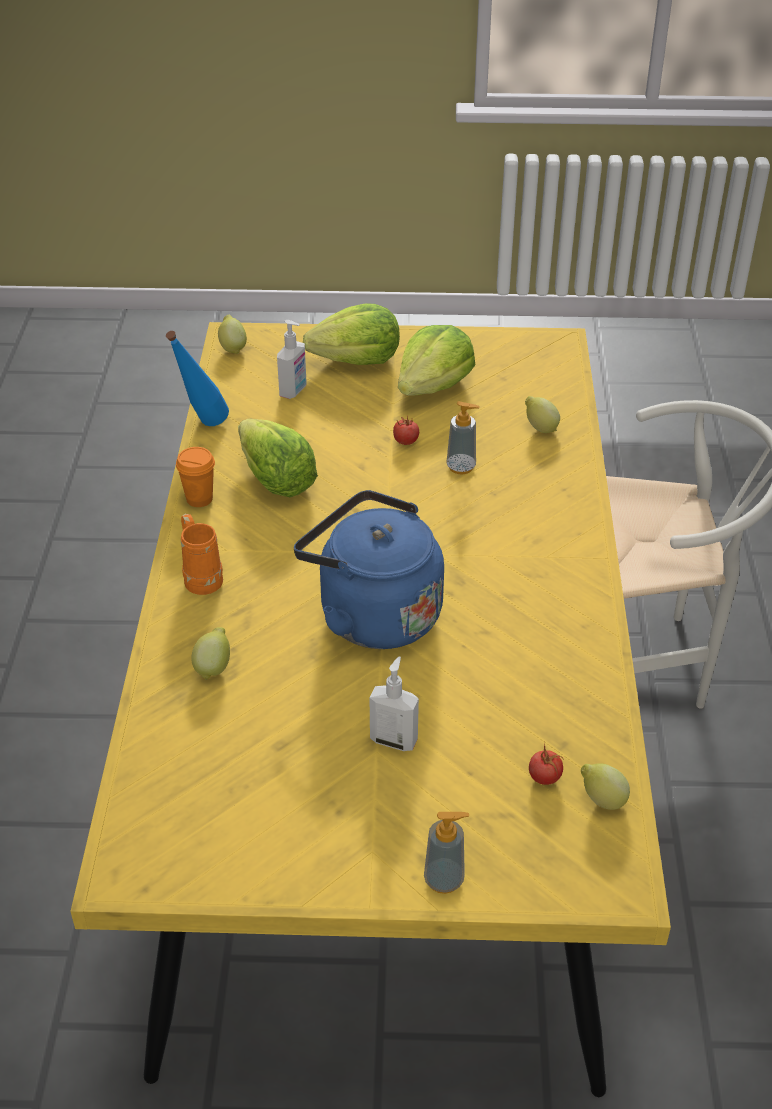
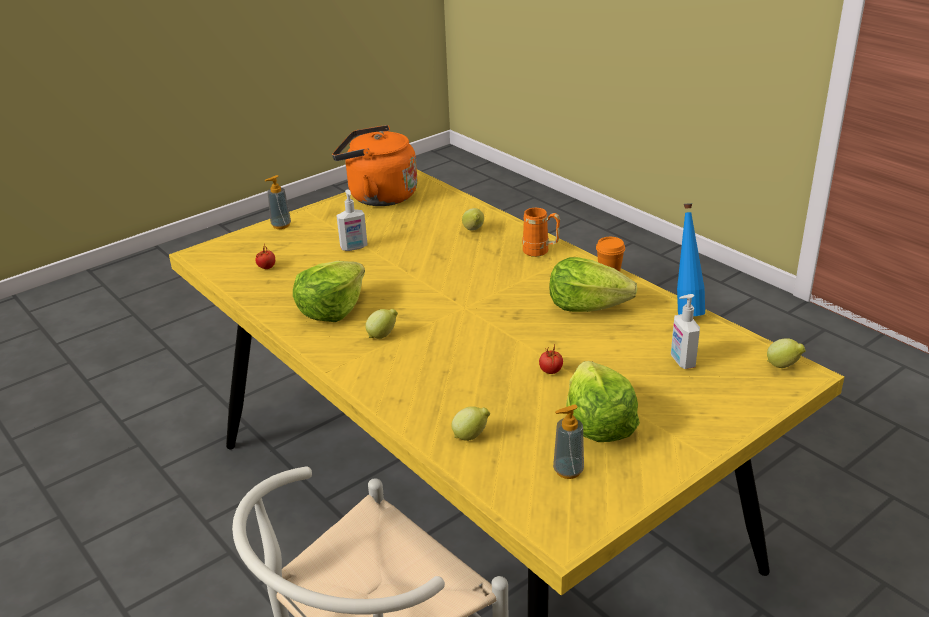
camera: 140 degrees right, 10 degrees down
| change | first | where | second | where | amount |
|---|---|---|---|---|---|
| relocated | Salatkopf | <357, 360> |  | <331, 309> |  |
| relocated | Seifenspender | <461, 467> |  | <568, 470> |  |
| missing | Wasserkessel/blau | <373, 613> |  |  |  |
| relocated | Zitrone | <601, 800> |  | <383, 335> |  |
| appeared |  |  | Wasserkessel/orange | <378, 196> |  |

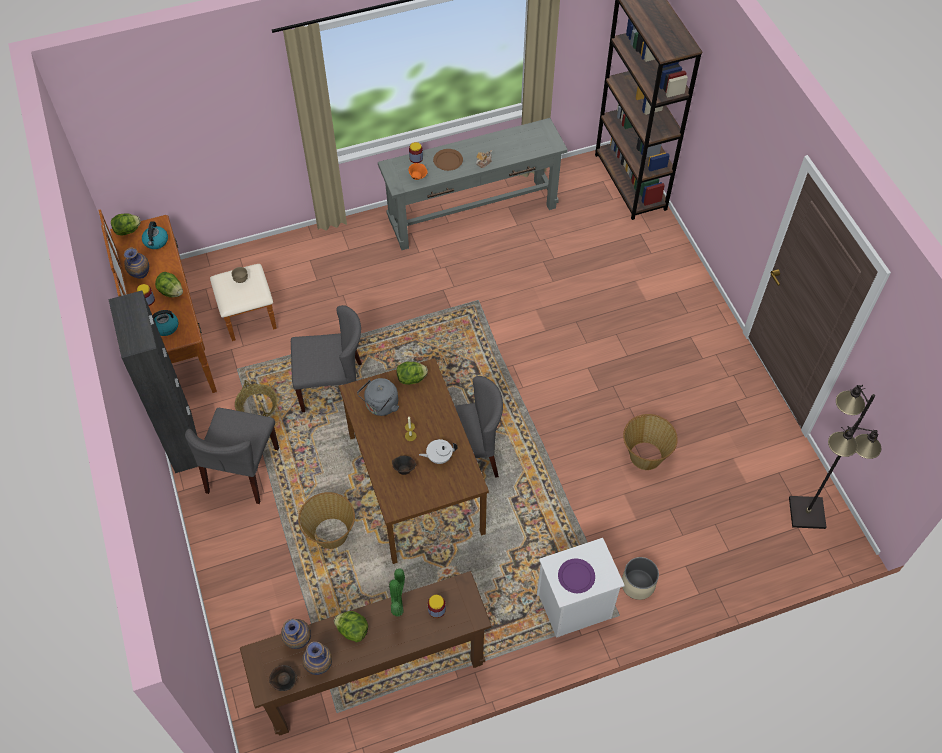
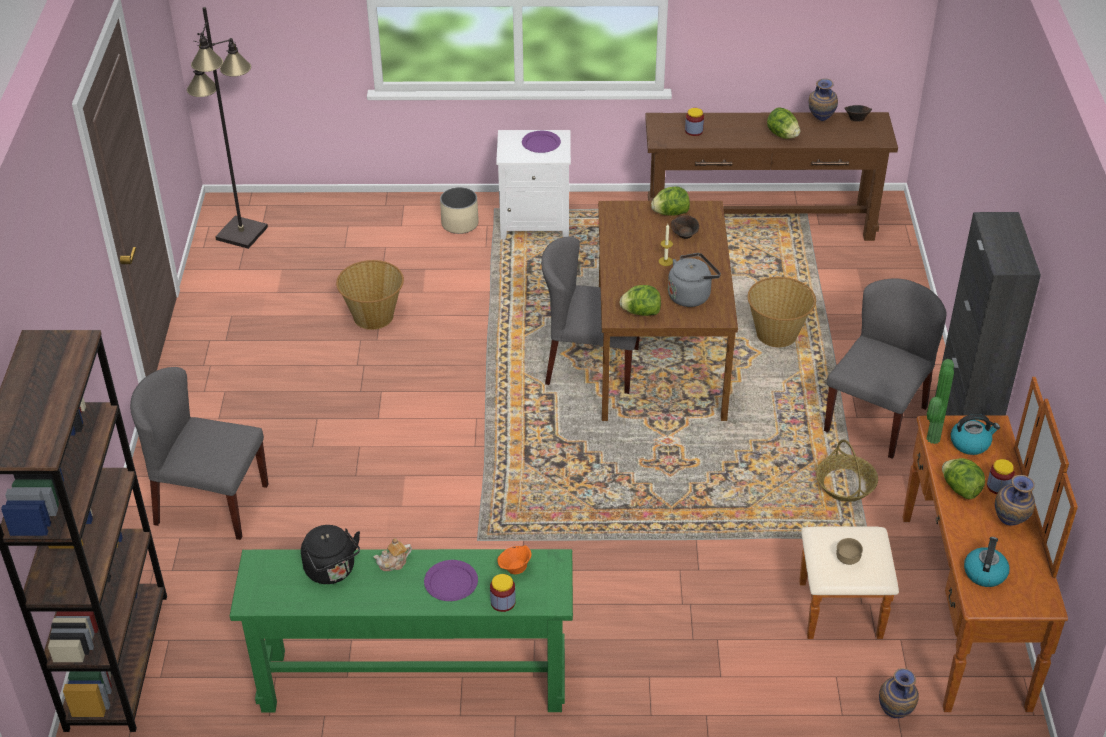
camera: 160 degrees left, 15 degrees down
| change | first | where | second | where | amount |
|---|---|---|---|---|---|
| colour | Konsolentisch/grau | <472, 214> | Konsolentisch/grün | <413, 680> |  |
| colour | Teller/braun | <448, 161> | Teller/lila | <450, 582> |  |
| relocated | Salatkopf | <128, 231> |  | <670, 213> |  |
| relocated | Stuhl/grau | <332, 387> |  | <210, 504> |  |
| missing | Teekanne/weiß | <439, 457> |  |  |  |
| relocated | Topfpflanze | <400, 611> |  | <930, 438> |  |
| relocated | Vase | <298, 641> |  | <895, 714> |  |
| appeared |  |  | Wasserkessel/schwarz | <332, 571> |  |

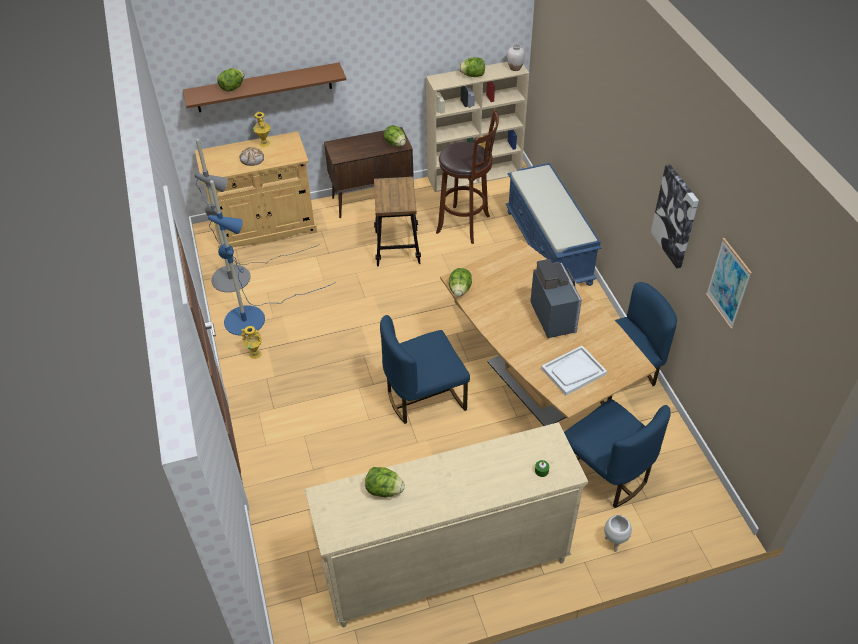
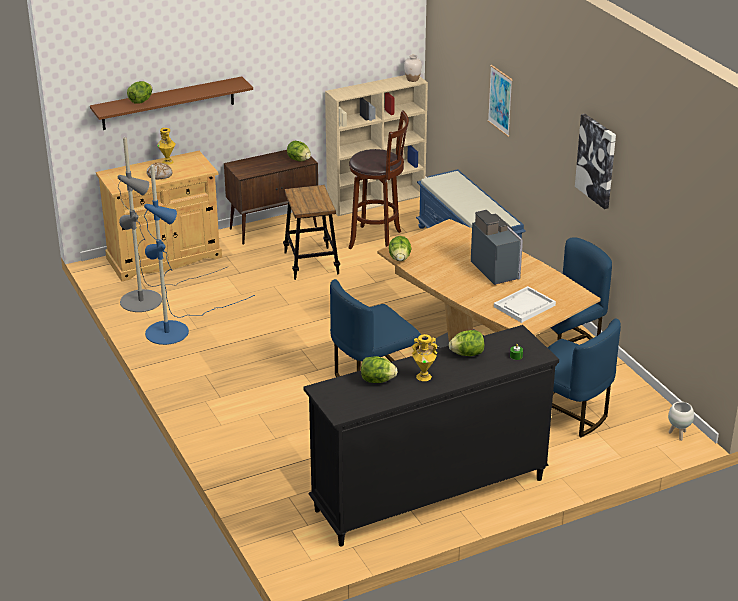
camera: 10 degrees left, 15 degrees down
| change | first | where | second | where | amount |
|---|---|---|---|---|---|
| relocated | Salatkopf | <472, 75> |  | <467, 354> |  |
| relocated | Bild | <728, 283> |  | <500, 100> |  |
| relocated | Vase/gelb | <255, 354> |  | <424, 376> |  |
| colour | Kommode/beige | <445, 567> | Kommode/schwarz | <428, 495> |  |
| relocated | Pflanzkübel/weiß | <614, 542> |  | <678, 435> |  |

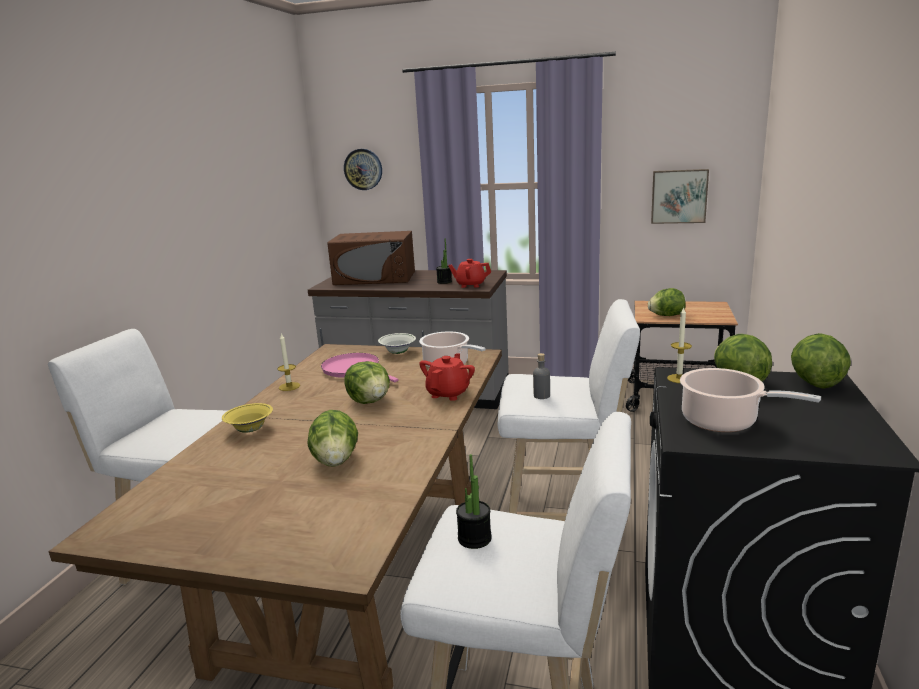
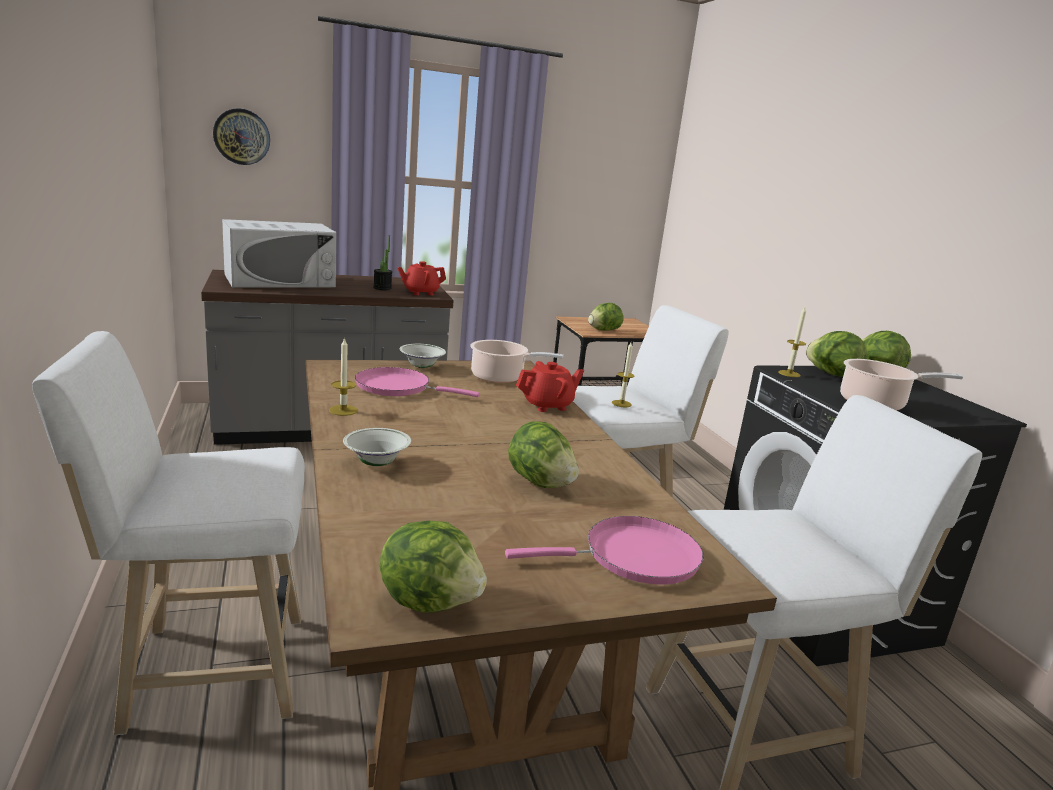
camera: 35 degrees left, 0 degrees up
| change | first | where | second | where | amount |
|---|---|---|---|---|---|
| missing | Bild | <679, 196> |  |  |  |
| colour | Mikrowelle/braun | <375, 278> | Mikrowelle/weiß | <280, 280> |  |
| spun | Teekanne/rot | <448, 393> |  | <547, 405> | 75 degrees clockwise |
| exchanged | Flasche/grau | <541, 395> | Kerze | <621, 403> |  |
| relocated | Salatkopf | <370, 401> |  | <431, 600> |  |
| colour | Schüssel/gelb | <250, 430> | Schüssel/weiß | <377, 463> |  |
| missing | Topfpflanze | <474, 538> |  |  |  |
| appeared |  |  | Pfanne/rosa | <633, 557> |  |

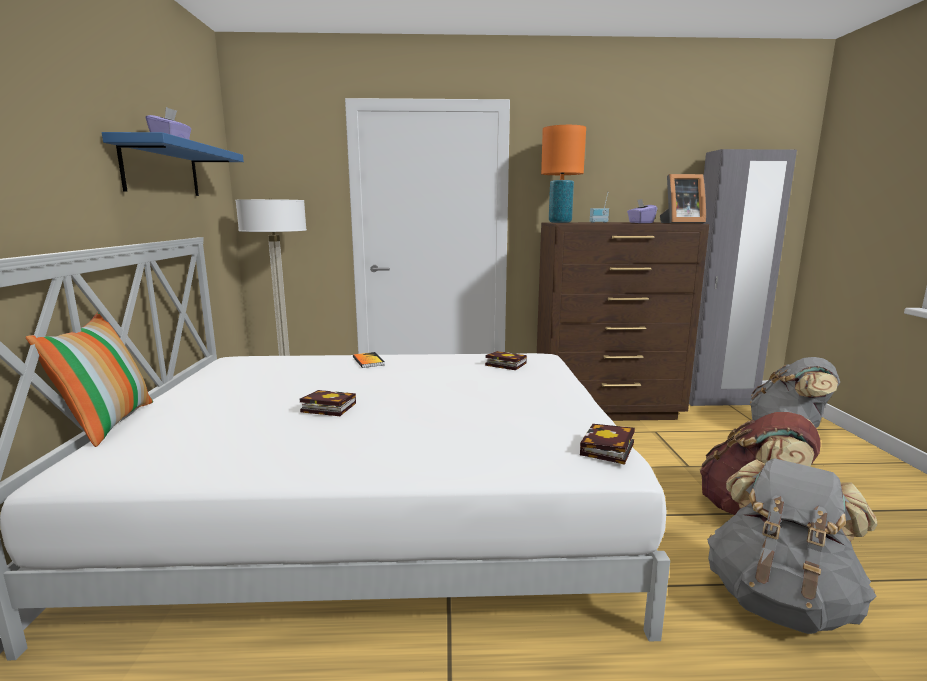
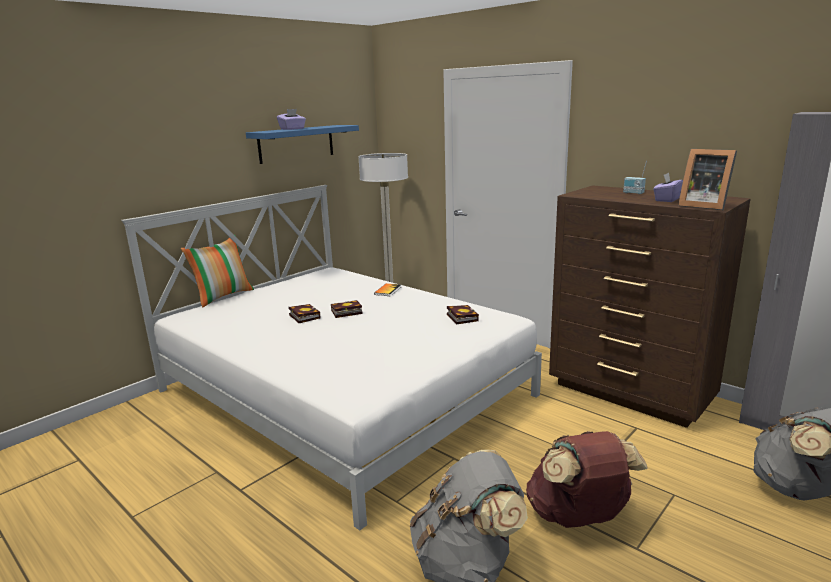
camera: 45 degrees right, 5 degrees up
| change | first | where | second | where | amount |
|---|---|---|---|---|---|
| missing | Tischlampe/orange | <560, 222> |  |  |  |
| relocated | Buch | <608, 450> |  | <345, 312> |  |

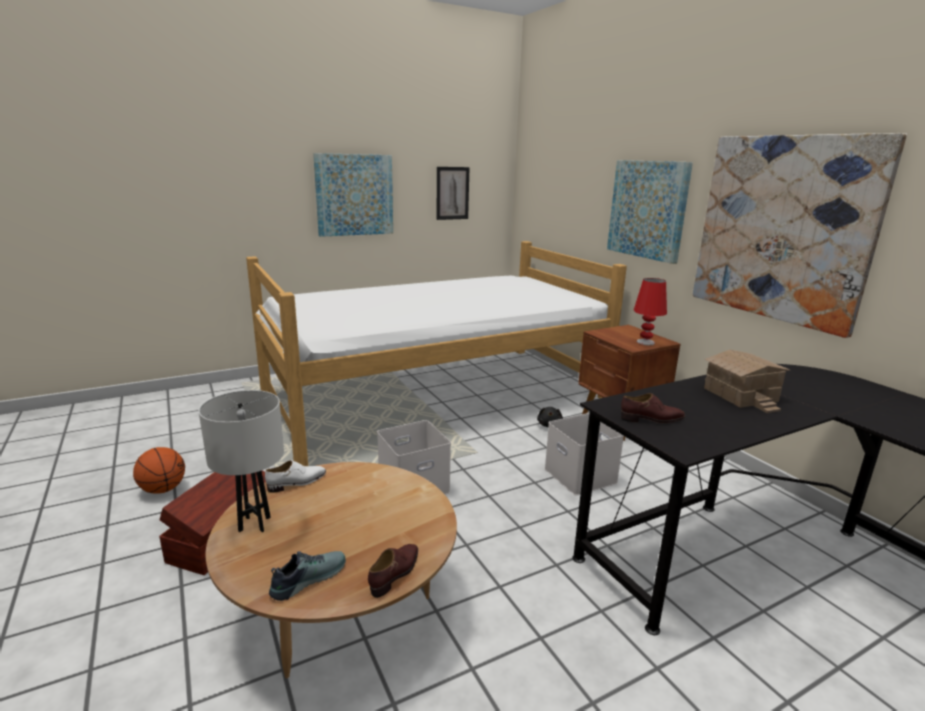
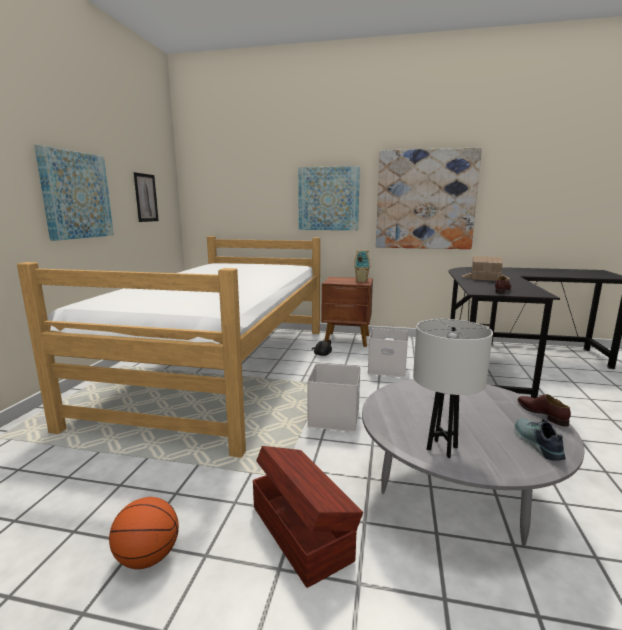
camera: 50 degrees left, 5 degrees down
| change | first | where | second | where | amount |
|---|---|---|---|---|---|
| exchanged | Tischlampe/rot | <645, 342> | Spielzeughaus | <361, 280> |  |
| missing | Schuh/weiß | <297, 482> |  |  |  |
| colour | Couchtisch/braun | <342, 606> | Couchtisch/grau | <455, 493> |  |

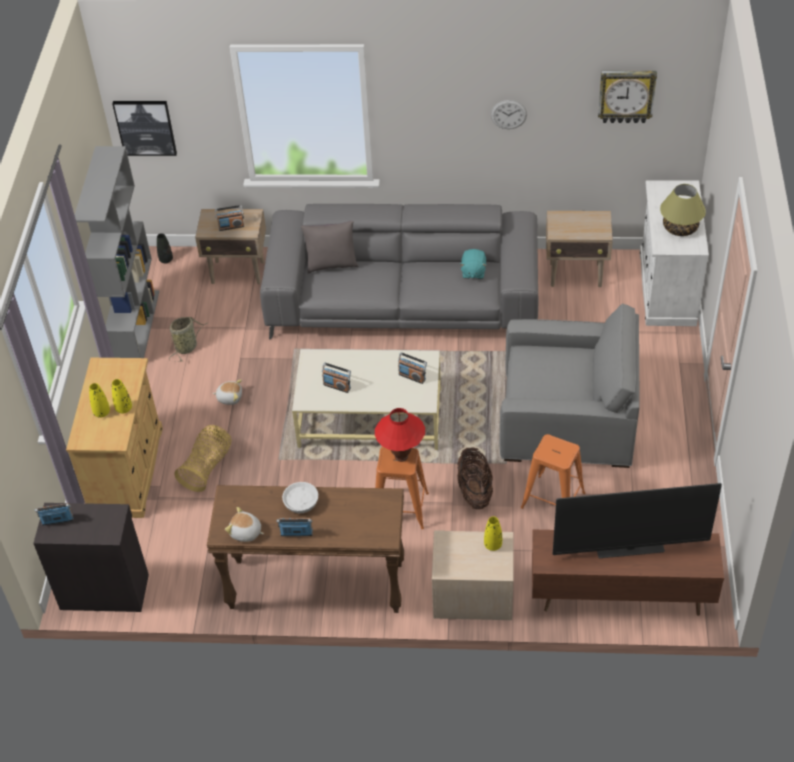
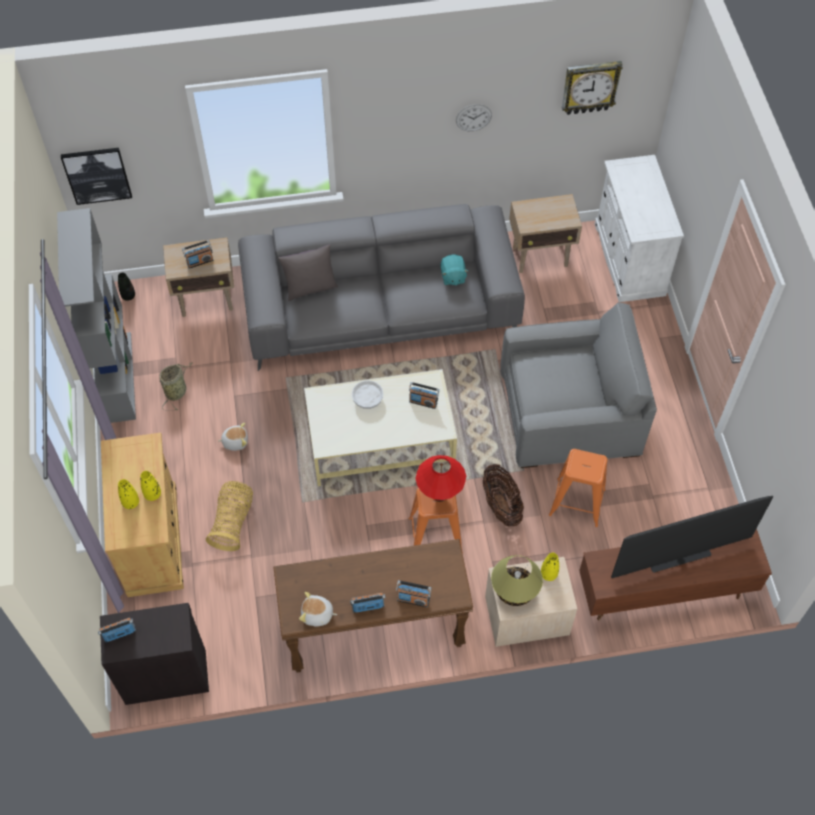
camera: 15 degrees left, 10 degrees up
| change | first | where | second | where | amount |
|---|---|---|---|---|---|
| relocated | Tischlampe | <680, 228> |  | <515, 590> |  |
| relocated | Radio | <337, 386> |  | <413, 599> |  |
| relocated | Schüssel/weiß | <300, 503> |  | <367, 399> |  |

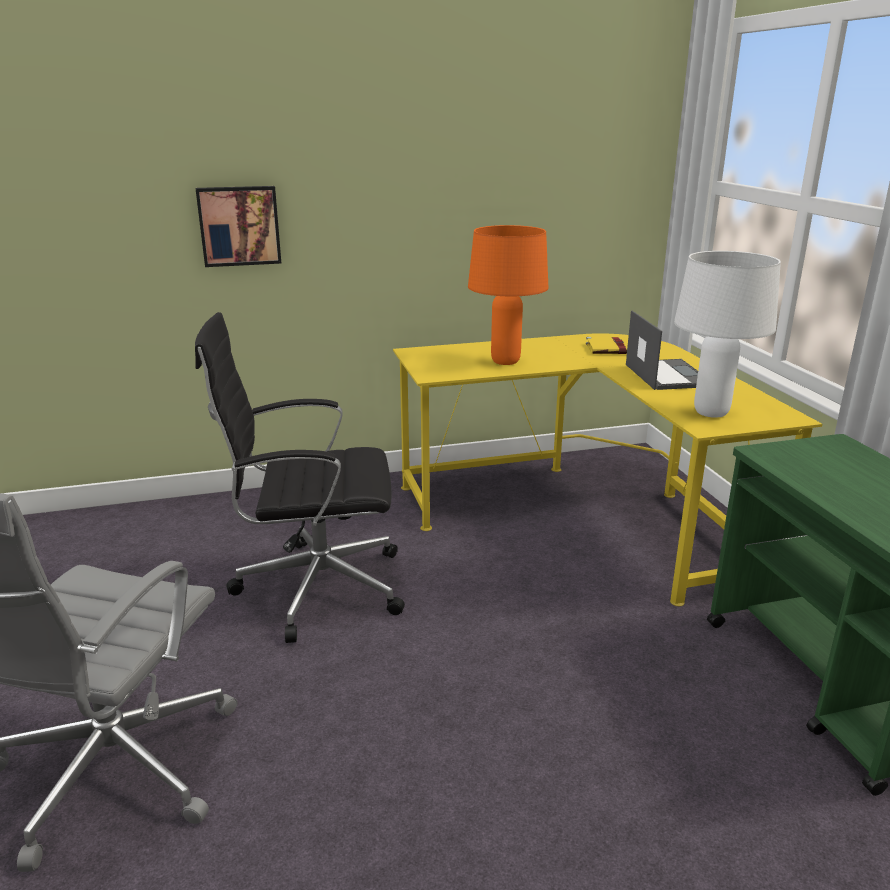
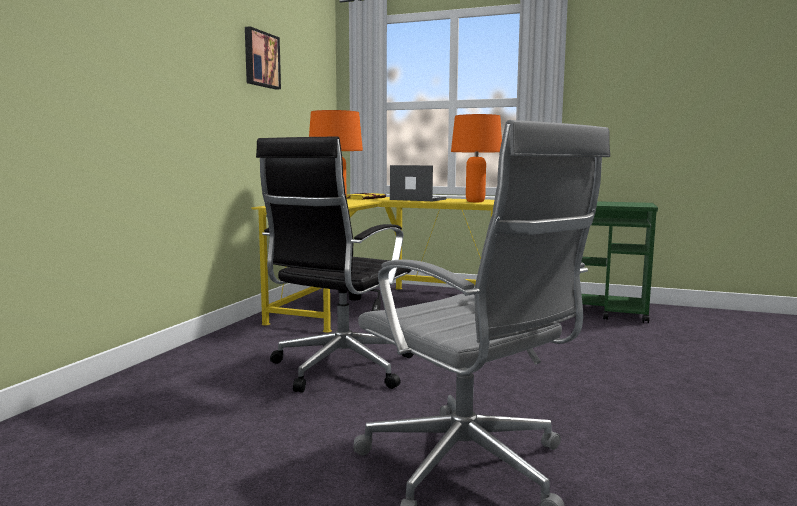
camera: 55 degrees left, 15 degrees down
| change | first | where | second | where | amount |
|---|---|---|---|---|---|
| relocated | Bild | <239, 225> |  | <260, 59> |  |
| colour | Tischlampe/weiß | <711, 413> | Tischlampe/orange | <475, 201> |  |

